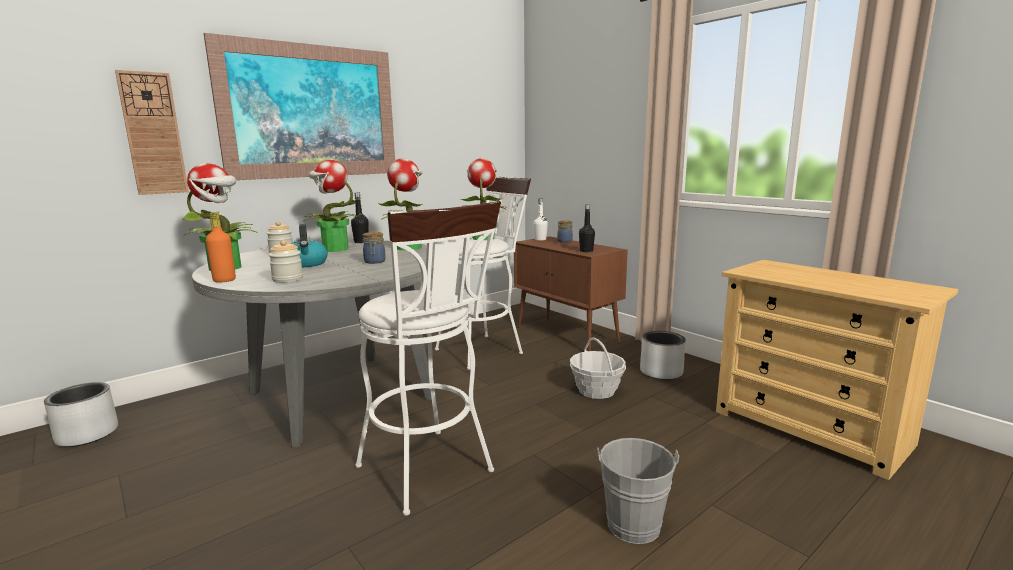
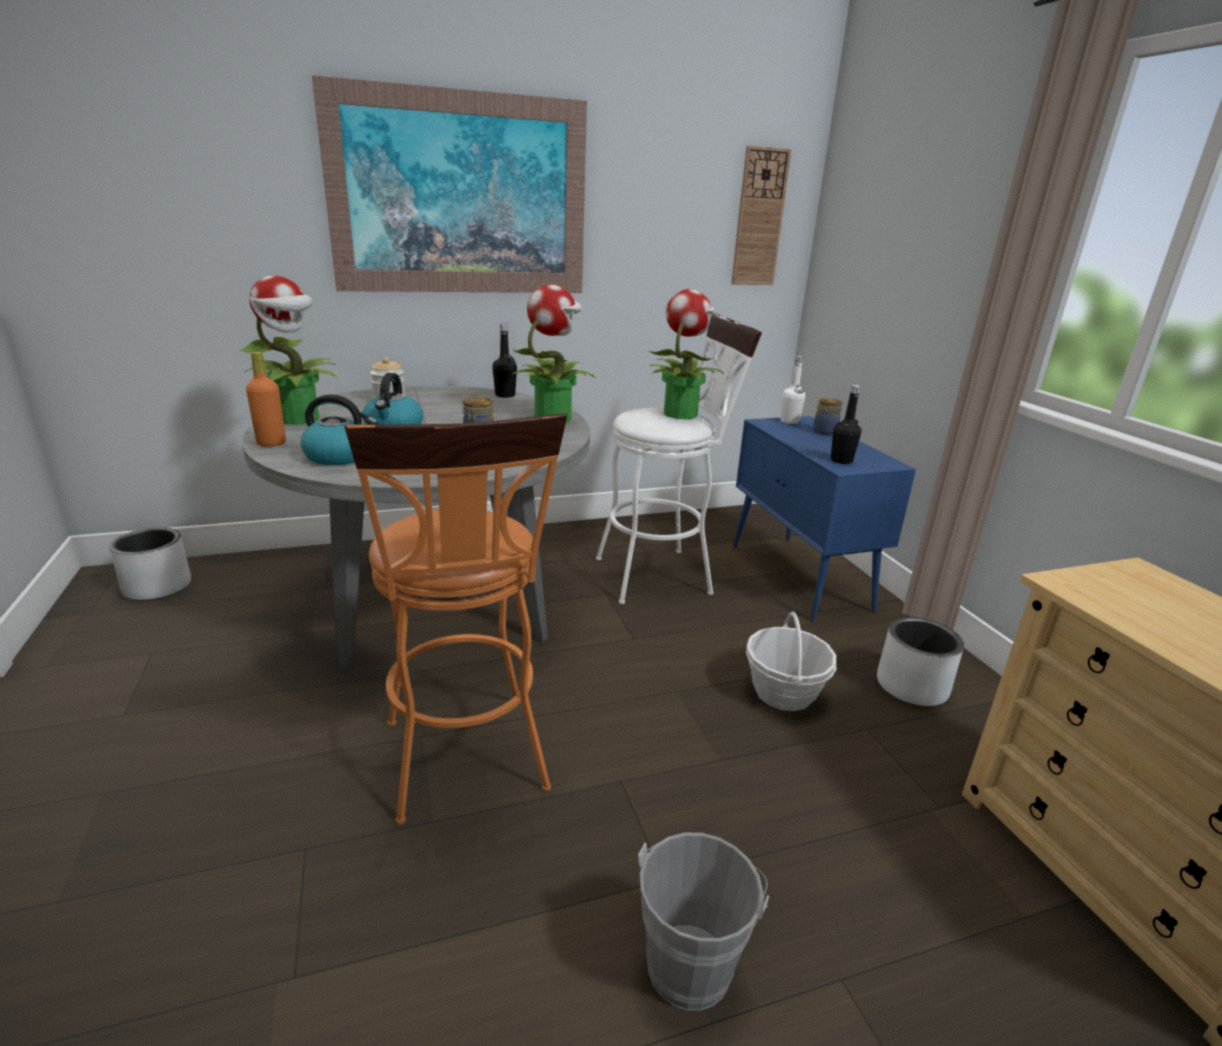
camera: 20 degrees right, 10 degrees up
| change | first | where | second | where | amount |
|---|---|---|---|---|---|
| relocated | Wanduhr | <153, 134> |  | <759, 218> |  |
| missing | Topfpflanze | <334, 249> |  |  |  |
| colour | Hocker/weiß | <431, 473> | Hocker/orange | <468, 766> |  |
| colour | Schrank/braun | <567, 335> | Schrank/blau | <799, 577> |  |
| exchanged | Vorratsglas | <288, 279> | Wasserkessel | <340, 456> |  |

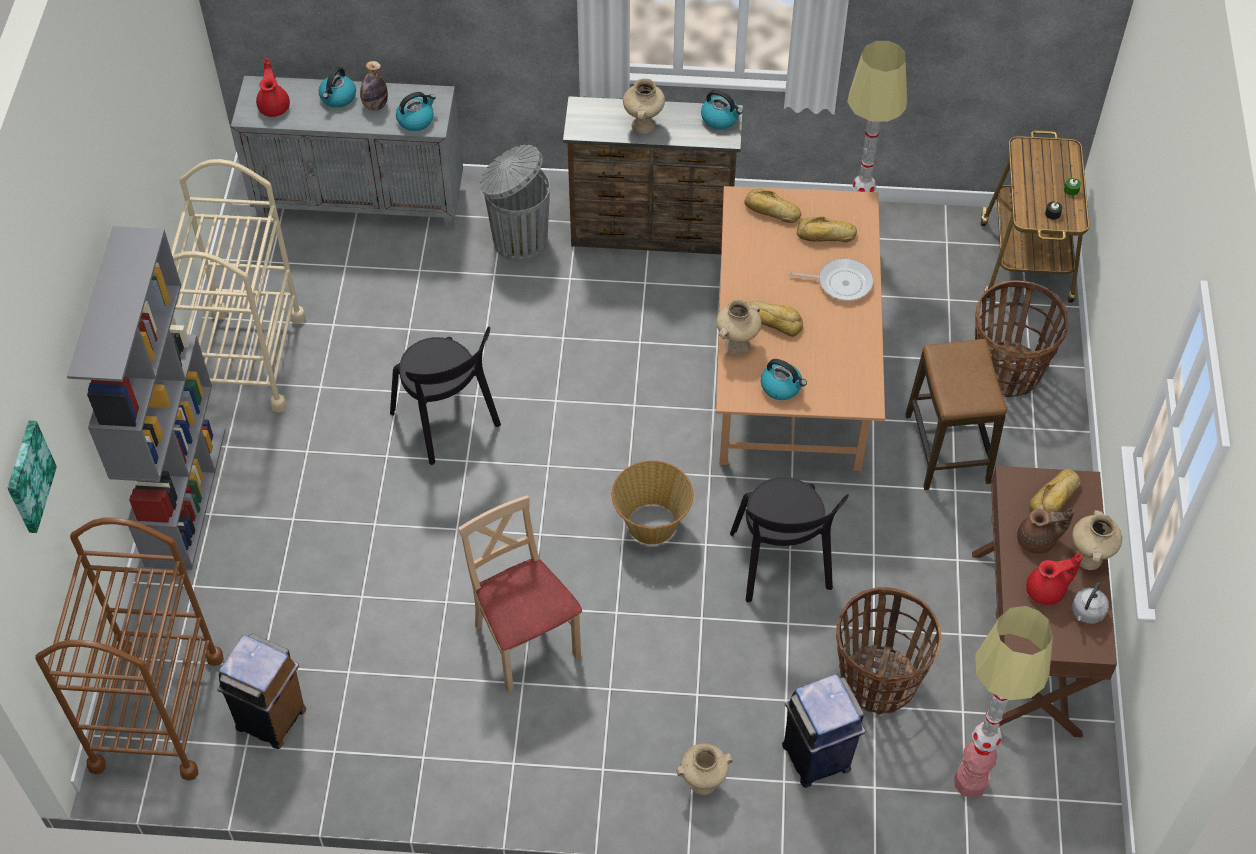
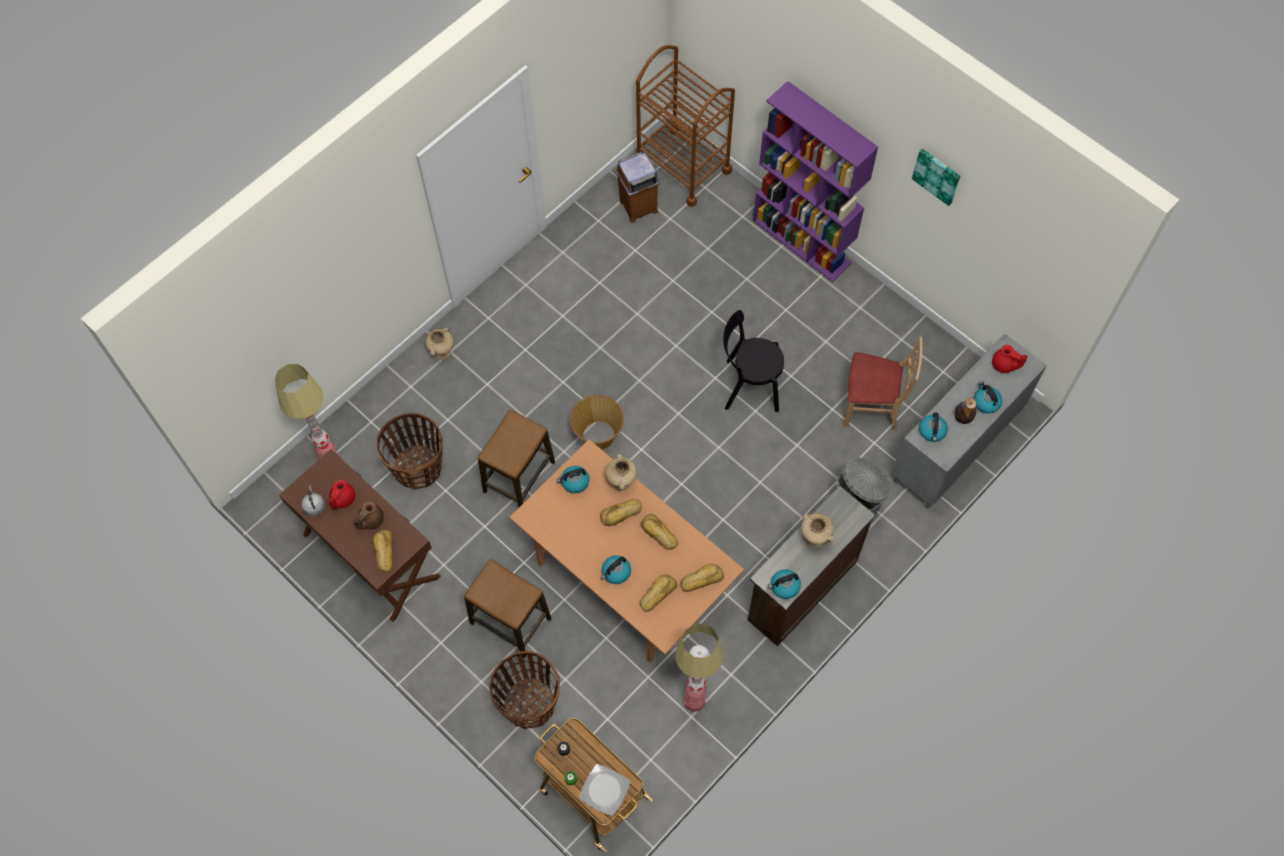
camera: 130 degrees right, 10 degrees up
| change | first | where | second | where | amount |
|---|---|---|---|---|---|
| missing | Rollwagen/beige | <248, 359> |  |  |  |
| colour | Bücherregal/grau | <185, 495> | Bücherregal/lila | <802, 242> |  |
| exchanged | Pfanne | <841, 283> | Wasserkessel | <616, 572> |  |
| relocated | Bild | <28, 476> |  | <937, 175> |  |
| exchanged | Stuhl/schwarz | <781, 565> | Hocker | <519, 477> |  |
| relocated | Stuhl/beige | <525, 642> |  | <872, 407> |  |
| missing | Vase/beige | <1089, 559> |  |  |  |
| missing | Mülleimer/blau | <816, 758> |  |  |  |
| appeared |  |  | Brot | <658, 534> |  |
| appeared |  |  | Teller | <605, 790> |  |

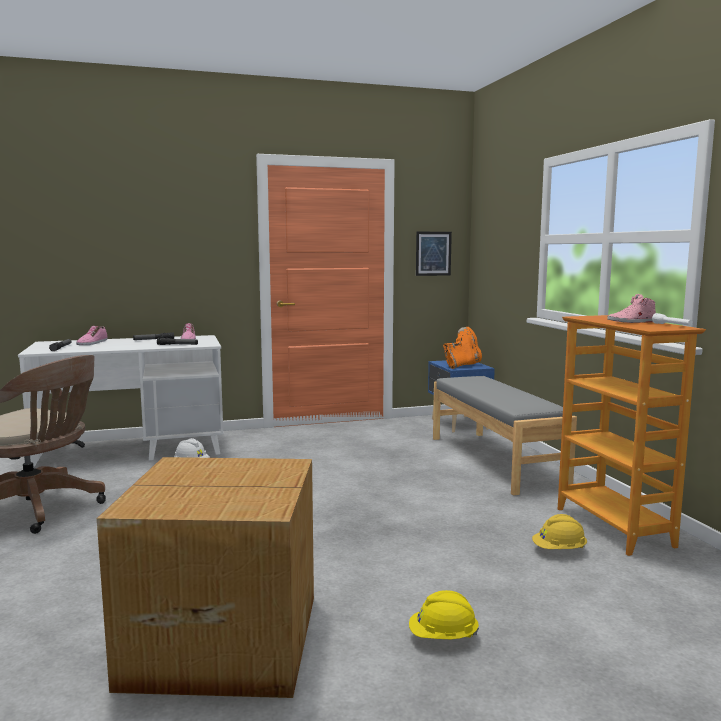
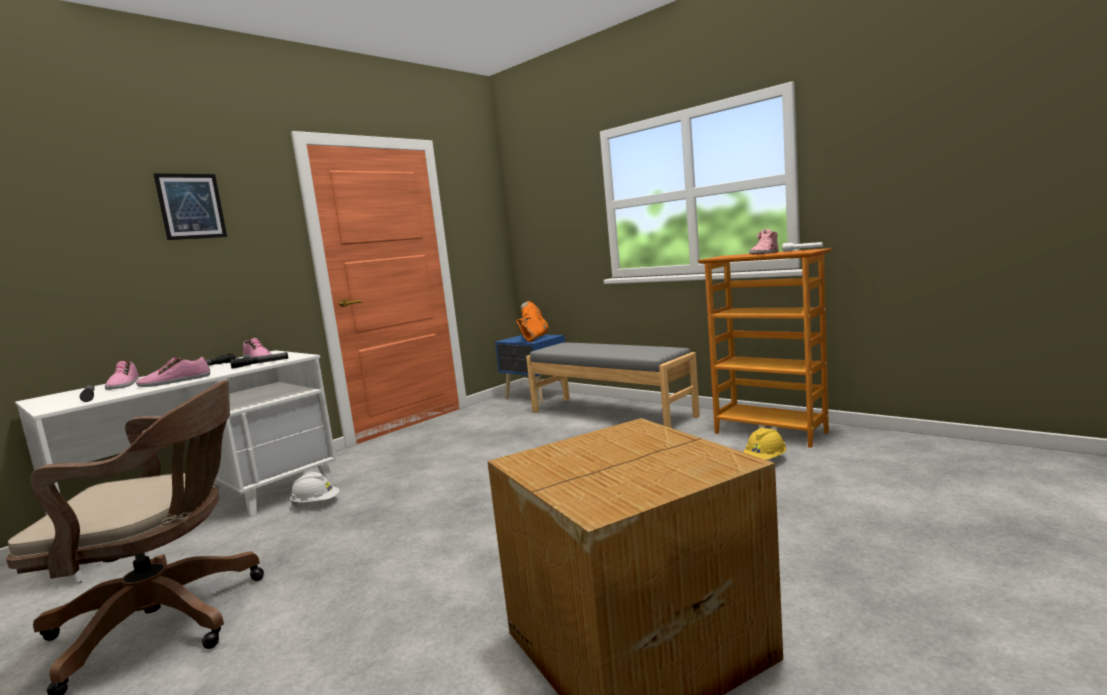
camera: 30 degrees left, 0 degrees up
| change | first | where | second | where | amount |
|---|---|---|---|---|---|
| relocated | Bild | <433, 253> |  | <191, 206> |  |
| missing | Schutzhelm/gelb | <443, 637> |  |  |  |
| appeared |  |  | Schuh | <175, 381> |  |

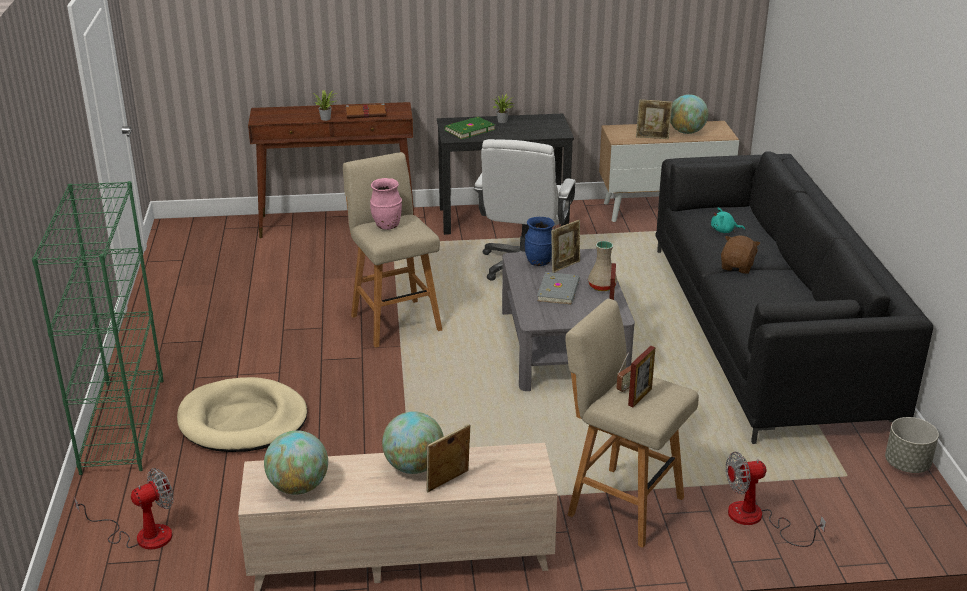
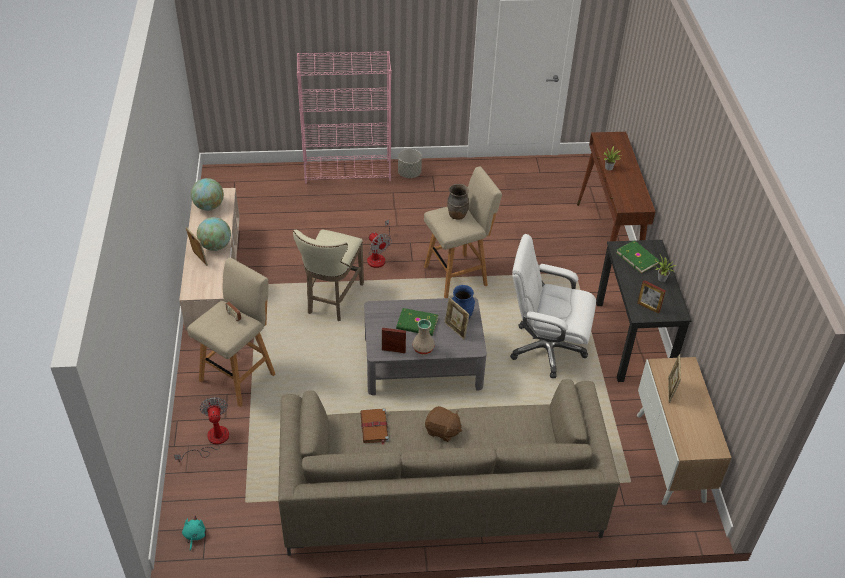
camera: 90 degrees right, 15 degrees up
| change | first | where | second | where | amount |
|---|---|---|---|---|---|
| missing | Globus | <686, 132> |  |  |  |
| relocated | Buch/braun | <366, 113> |  | <374, 427> |  |
| colour | Sofa/schwarz | <765, 332> | Sofa/beige | <440, 494> |  |
| colour | Vase/rosa | <387, 226> | Vase/braun | <457, 215> |  |
| colour | Bücherregal/grün | <123, 424> | Bücherregal/rosa | <348, 171> |  |
| relocated | Plüschtier/türkis | <724, 231> |  | <194, 536> |  |
| colour | Buch/grau | <559, 291> | Buch/grün | <417, 324> |  |
| relocated | Bilderrahmen | <640, 397> |  | <648, 307> |  |
| missing | Hundebett/beige | <243, 420> |  |  |  |
| relocated | Pflanzkübel/grau | <907, 464> |  | <409, 173> |  |
| relocated | Ventilator | <142, 535> |  | <378, 256> |  |
| appeared |  |  | Hocker/beige | <332, 300> |  |

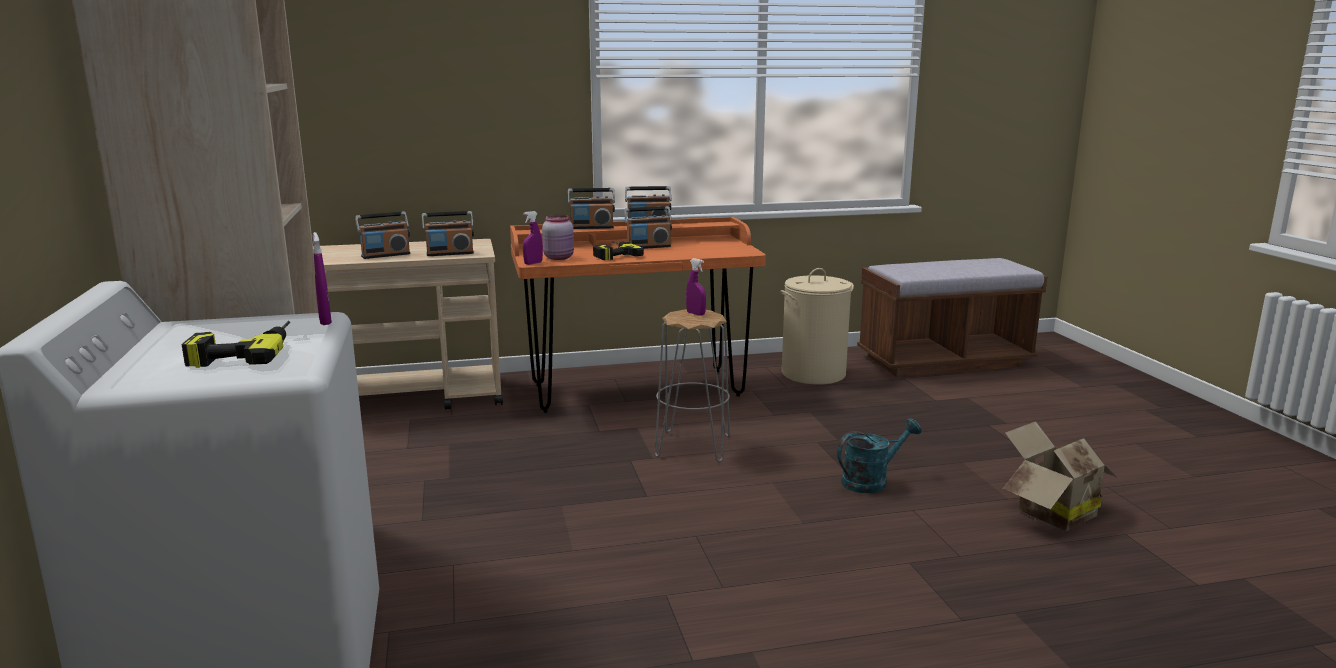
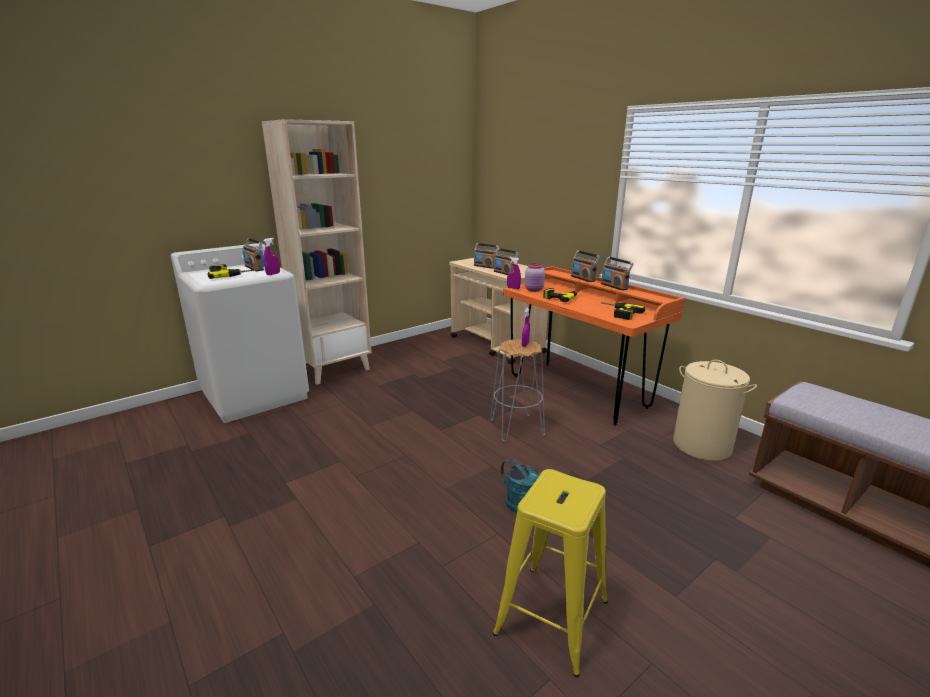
camera: 65 degrees right, 5 degrees up
| change | first | where | second | where | amount |
|---|---|---|---|---|---|
| relocated | Radio | <648, 247> |  | <254, 268> |  |
| exchanged | Karton | <1050, 513> | Hocker/gelb | <552, 617> |  |
| appeared |  |  | Bohrmaschine | <617, 313> |  |

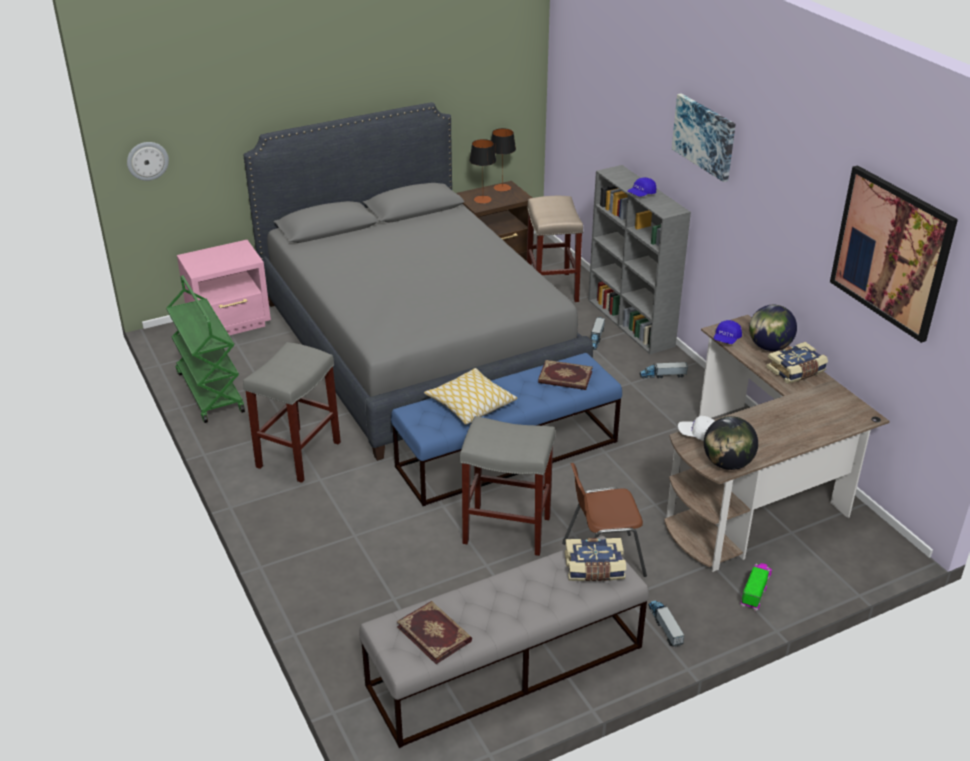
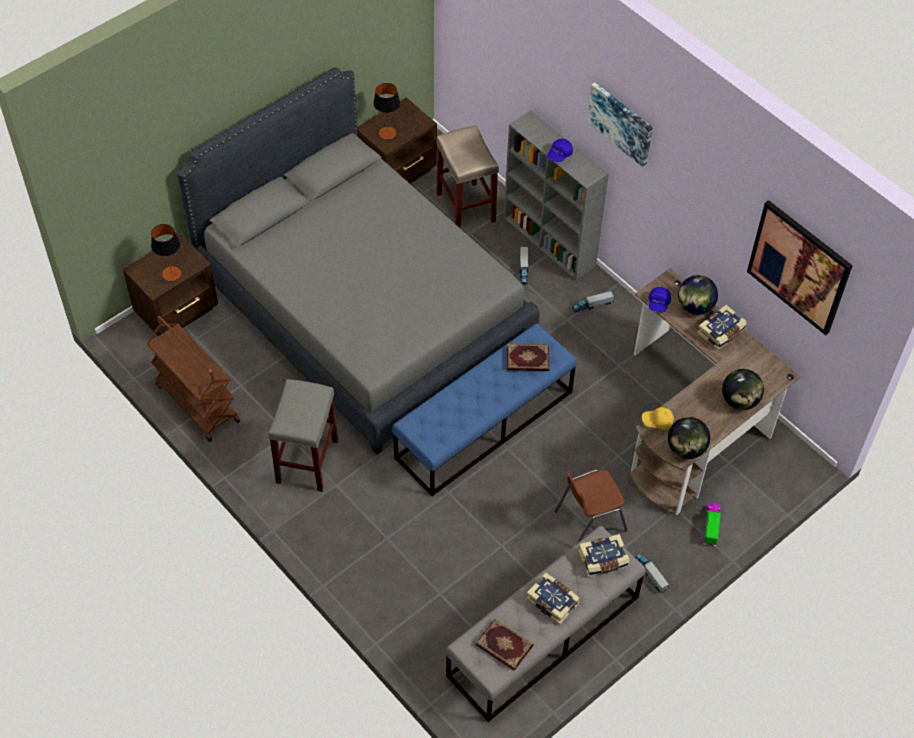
camera: 15 degrees left, 20 degrees up
| change | first | where | second | where | amount |
|---|---|---|---|---|---|
| relocated | Tischlampe | <502, 188> |  | <171, 273> |  |
| missing | Wanduhr | <147, 160> |  |  |  |
| colour | Nachttisch/rosa | <231, 323> | Nachttisch/braun | <178, 311> |  |
| colour | Rollwagen/grün | <209, 392> | Rollwagen/braun | <196, 403> |  |
| missing | Kissen | <470, 404> |  |  |  |
| missing | Hocker/grau | <505, 530> |  |  |  |
| colour | Kappe/weiß | <697, 434> | Kappe/gelb | <657, 421> |  |
| appeared |  |  | Globus | <739, 401> |  |
| appeared |  |  | Buch | <553, 601> |  |

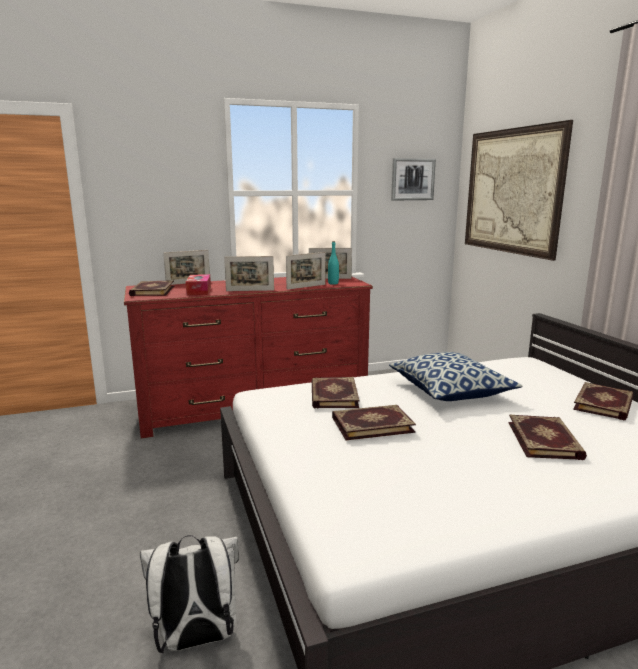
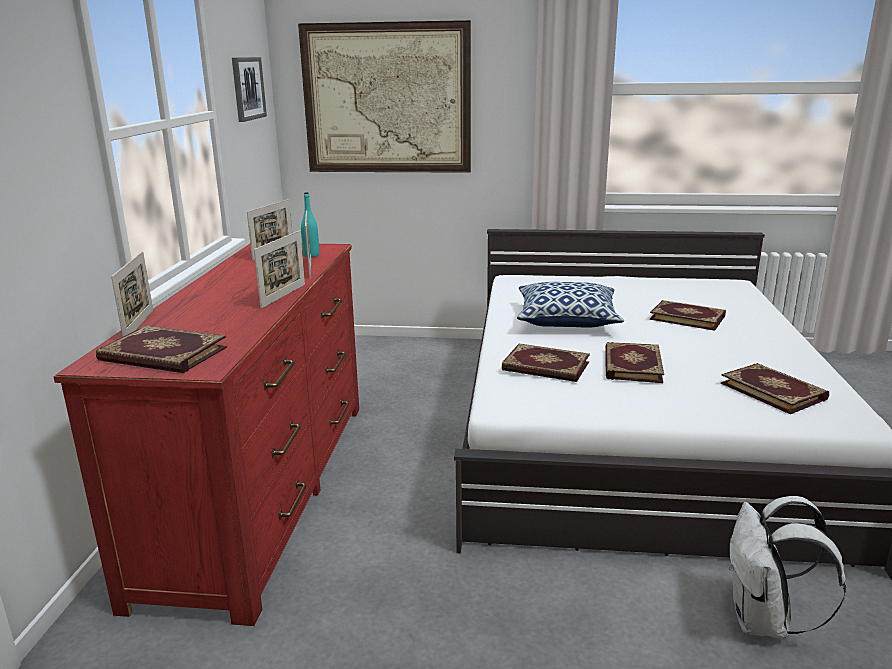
camera: 65 degrees left, 5 degrees up
| change | first | where | second | where | amount |
|---|---|---|---|---|---|
| missing | Taschentuchbox | <199, 291> |  |  |  |
| relocated | Buch | <604, 404> |  | <773, 391> |  |

